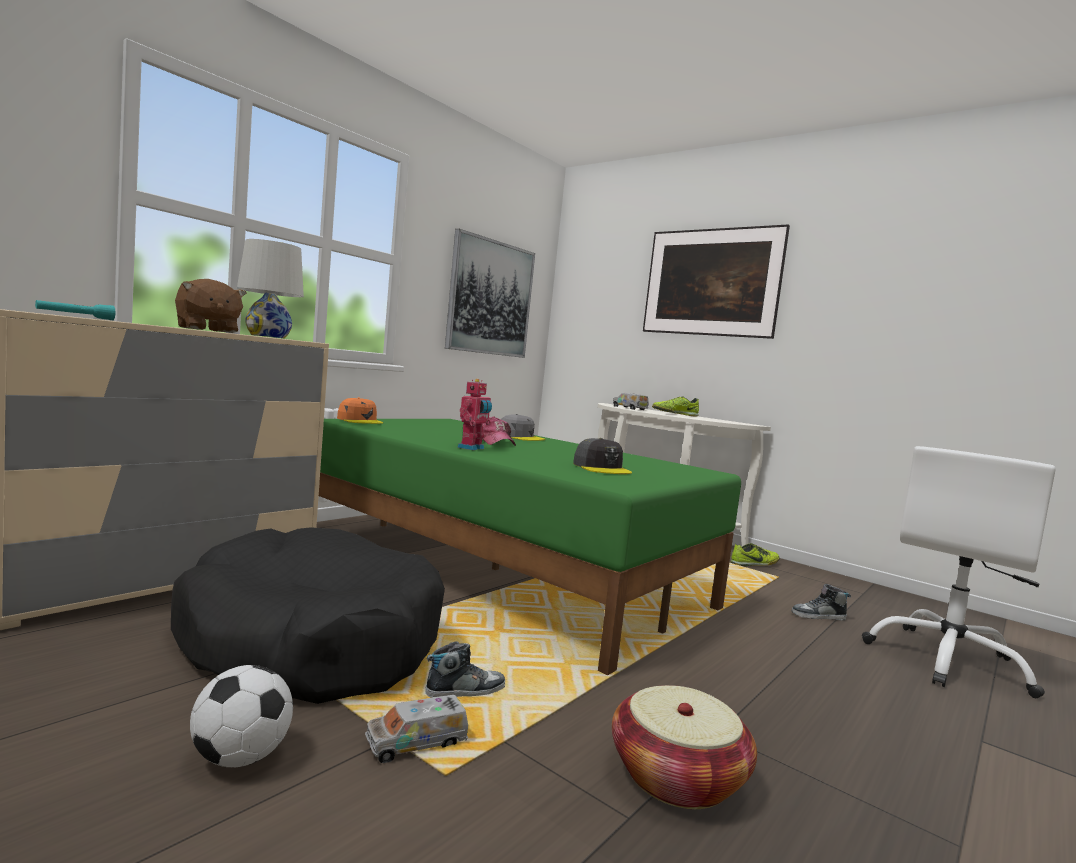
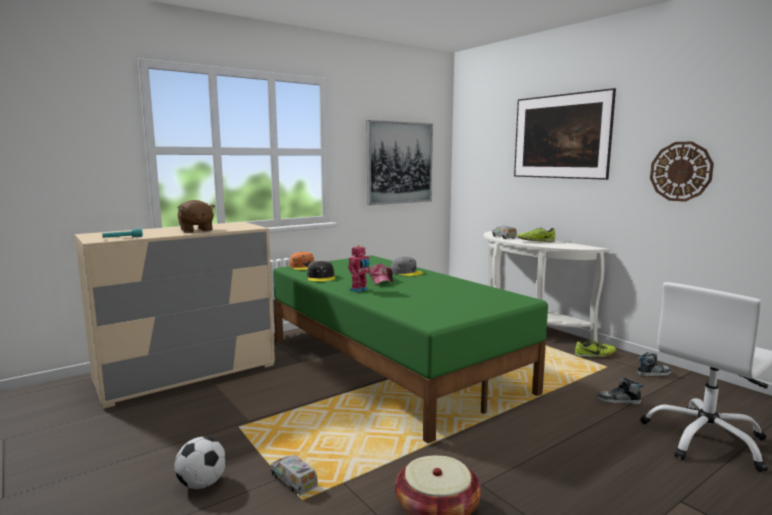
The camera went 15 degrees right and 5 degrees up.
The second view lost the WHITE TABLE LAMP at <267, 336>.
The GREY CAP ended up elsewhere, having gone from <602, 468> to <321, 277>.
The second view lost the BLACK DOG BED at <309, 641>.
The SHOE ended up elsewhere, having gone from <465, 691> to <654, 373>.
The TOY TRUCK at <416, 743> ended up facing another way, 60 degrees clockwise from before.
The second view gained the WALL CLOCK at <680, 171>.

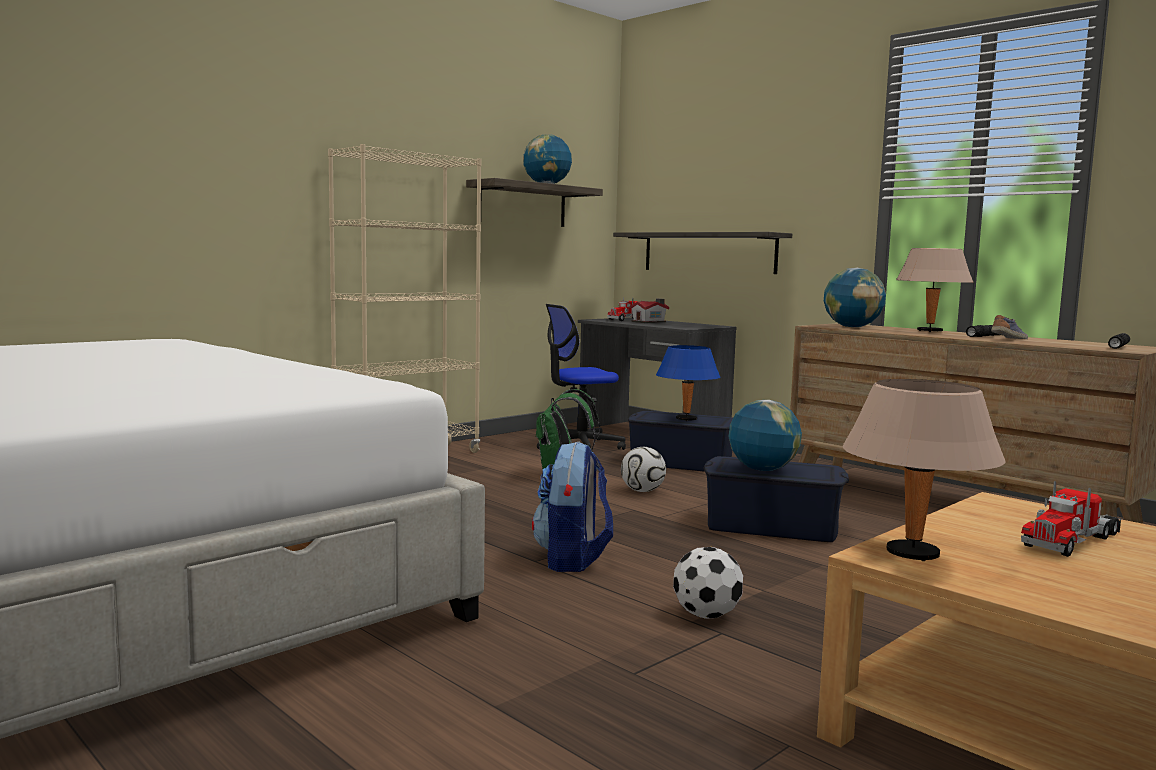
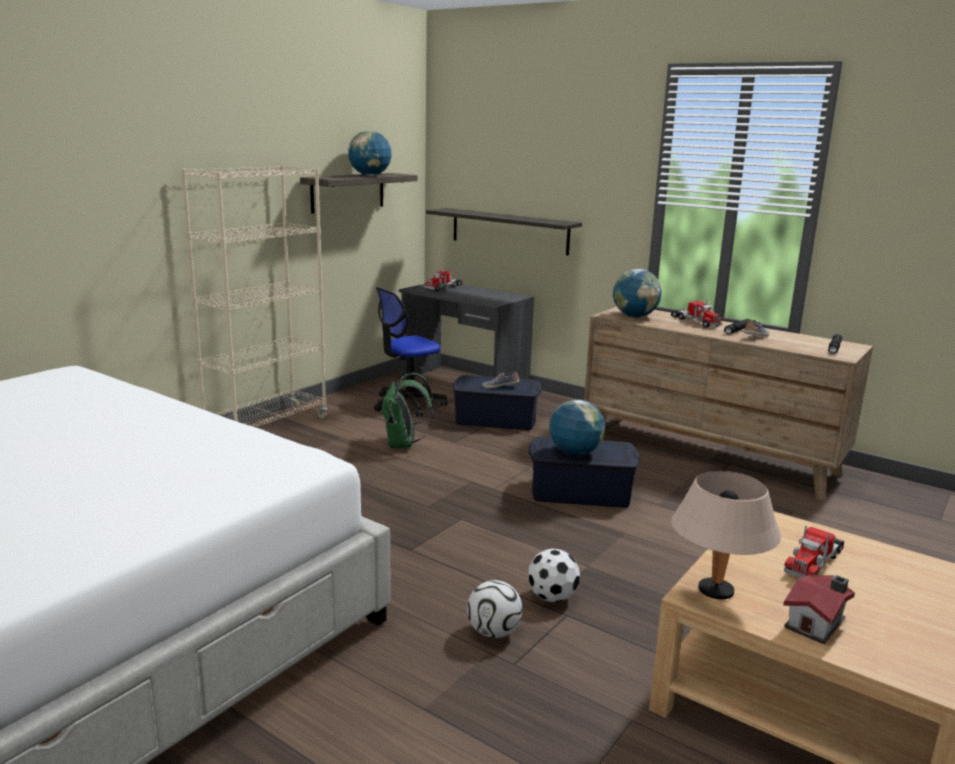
The camera went 10 degrees left and 10 degrees up.
Where the BEIGE TABLE LAMP stood at <930, 331>, the TOY TRUCK came to stand at <695, 322>.
The TOY HOUSE ended up elsewhere, having gone from <650, 322> to <817, 623>.
Where the BLUE TABLE LAMP stood at <686, 419>, the SHOE came to stand at <500, 386>.
The second view lost the BACKPACK at <573, 560>.
The FOOTBALL ended up elsewhere, having gone from <642, 491> to <493, 632>.

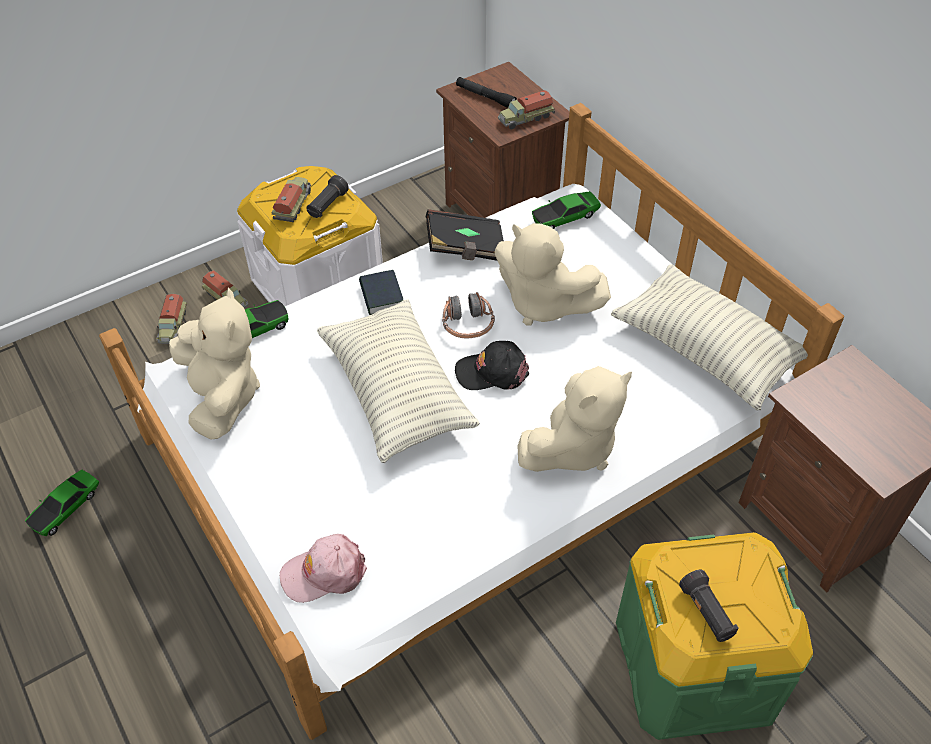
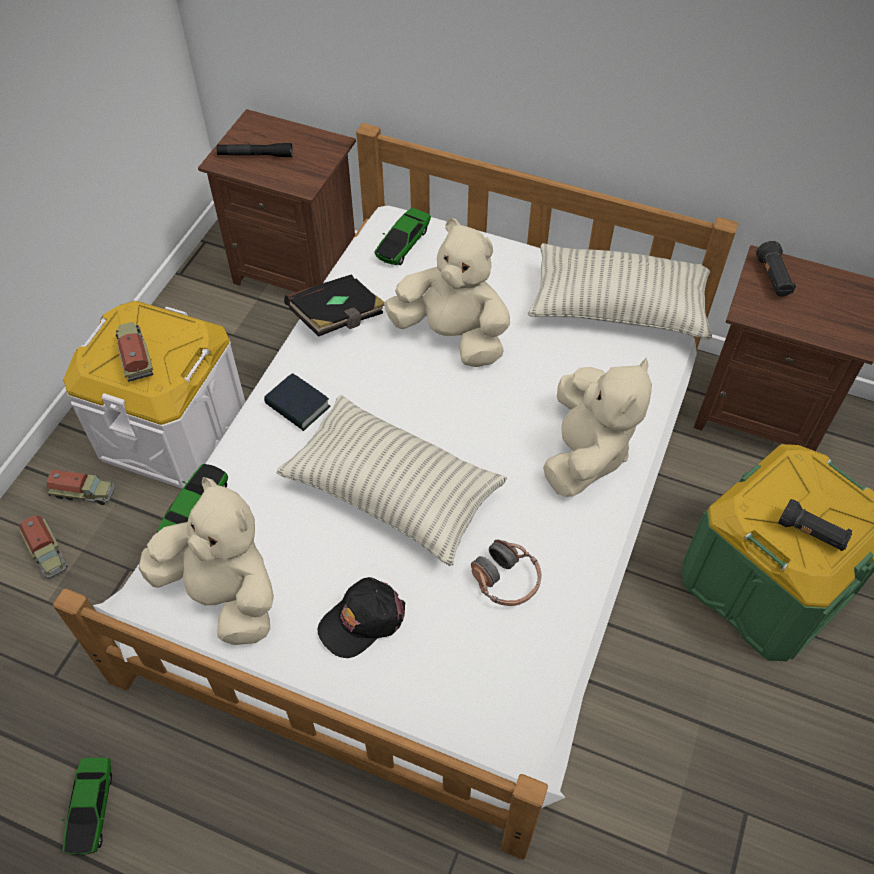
The camera went 35 degrees left and 5 degrees up.
The second view lost the TOY TRUCK at <525, 118>.
The BLACK FLASHLIGHT ended up elsewhere, having gone from <327, 205> to <773, 278>.
The BEIGE PLUSH TOY at <543, 304> ended up facing another way, 150 degrees counterclockwise from before.
The HEADPHONES ended up elsewhere, having gone from <467, 324> to <506, 580>.
The BLACK CAP ended up elsewhere, having gone from <492, 372> to <362, 620>.
The second view lost the PINK CAP at <324, 572>.

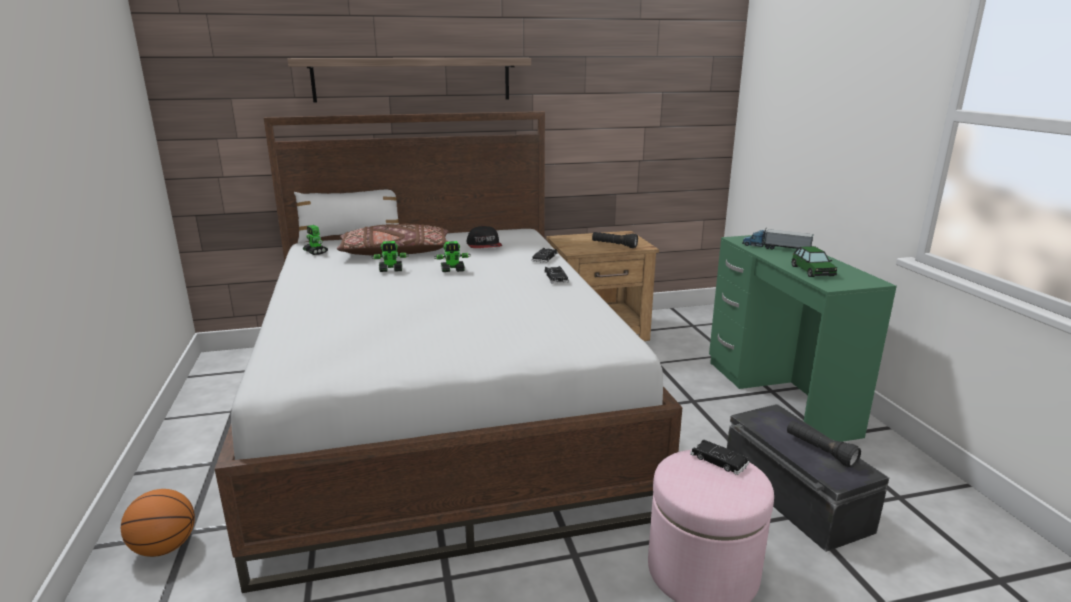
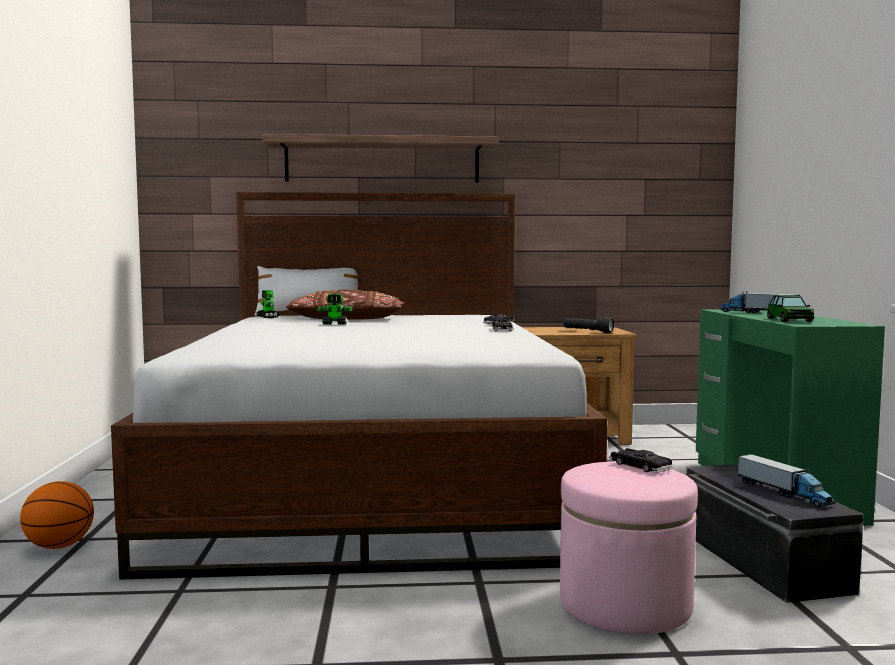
The camera went 10 degrees right and 15 degrees down.
The second view lost the CAP at <484, 246>.
The second view lost the TOY ROBOT at <453, 270>.
Where the BLACK FLASHLIGHT stood at <819, 451>, the TOY TRUCK came to stand at <783, 493>.

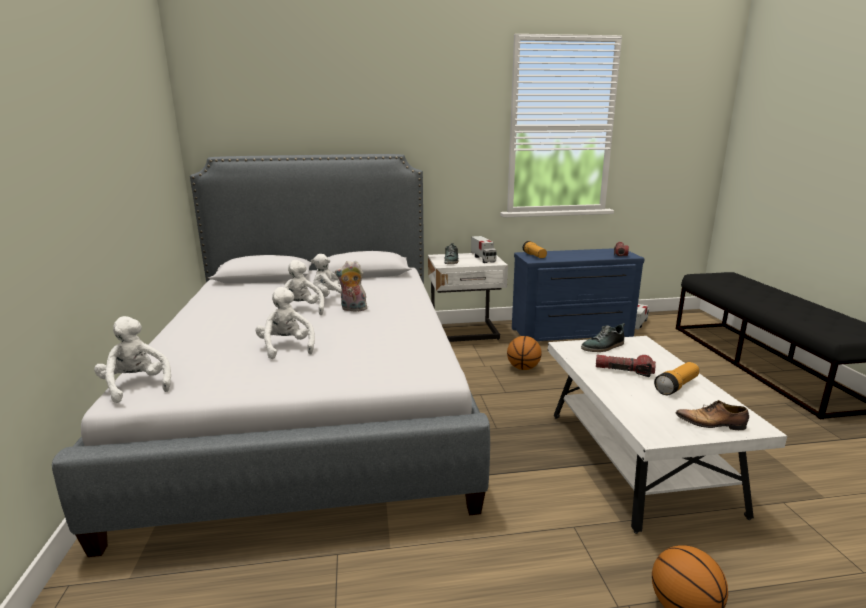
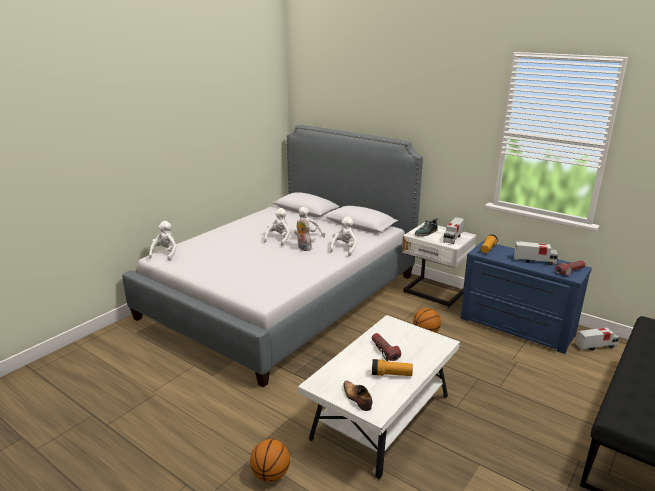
The camera went 45 degrees right and 5 degrees up.
The WHITE PLUSH TOY ended up elsewhere, having gone from <286, 347> to <344, 249>.
The second view lost the SHOE at <603, 347>.
The second view gained the TOY TRUCK at <534, 261>.

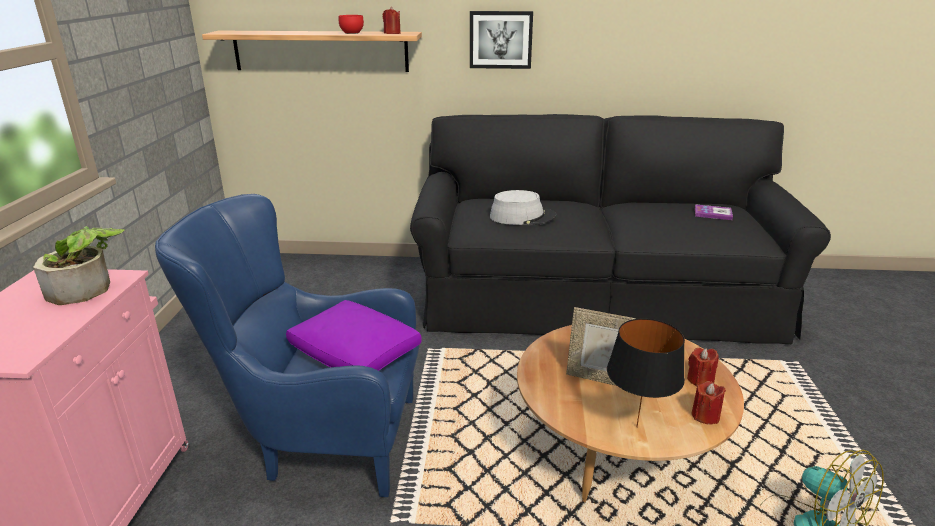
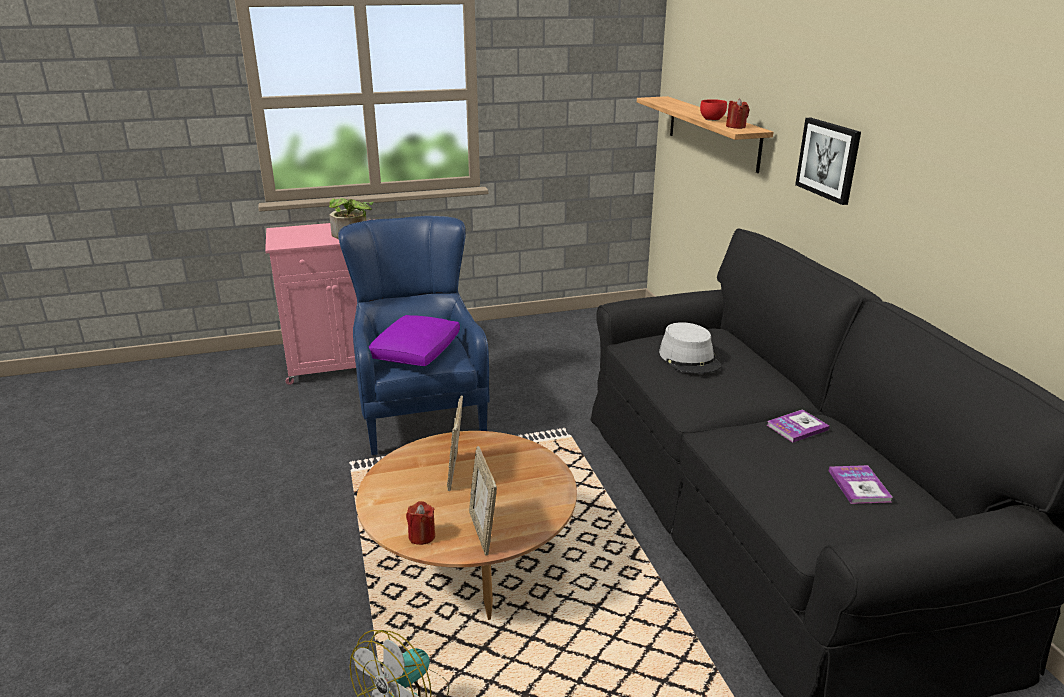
The camera went 70 degrees right and 0 degrees up.
The second view lost the BLACK TABLE LAMP at <636, 426>.
Where the RED CANDLE stood at <700, 379>, the PICTURE FRAME came to stand at <483, 532>.
The second view gained the BOOK at <797, 427>.

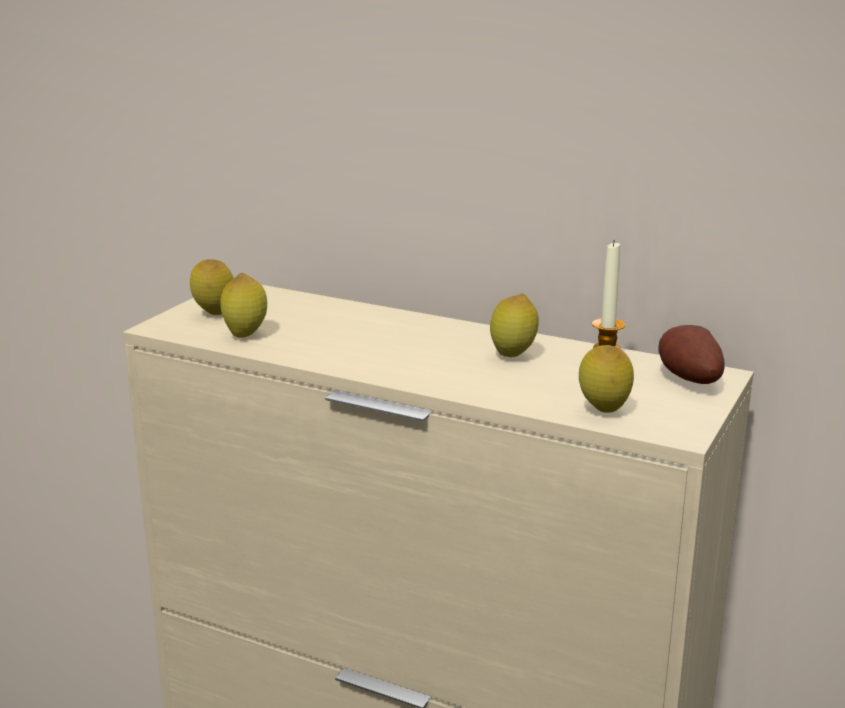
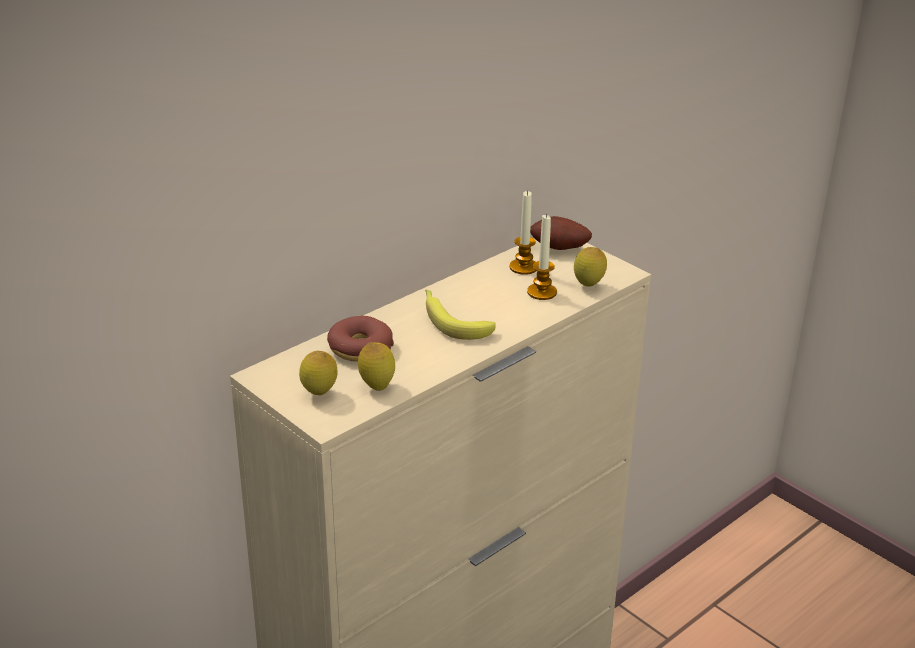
The camera went 70 degrees left and 10 degrees up.
The second view lost the LEMON at <513, 357>.
The second view gained the CANDLE at <542, 292>.
The second view gained the BANANA at <452, 320>.
The second view gained the DONUT at <360, 348>.

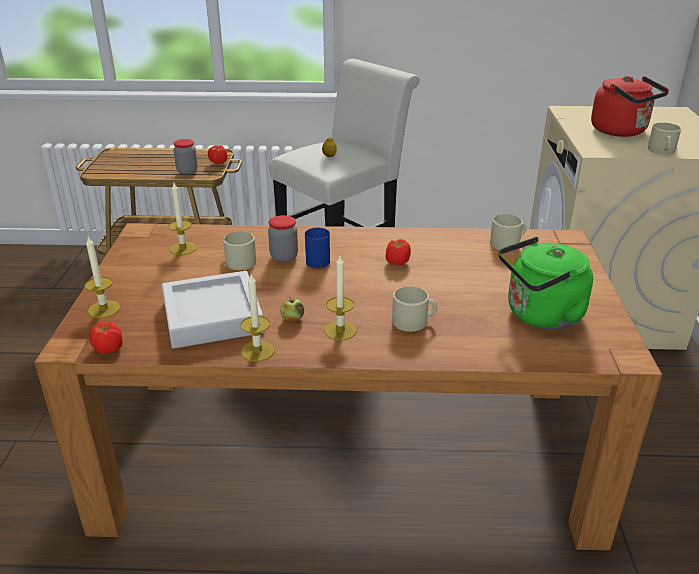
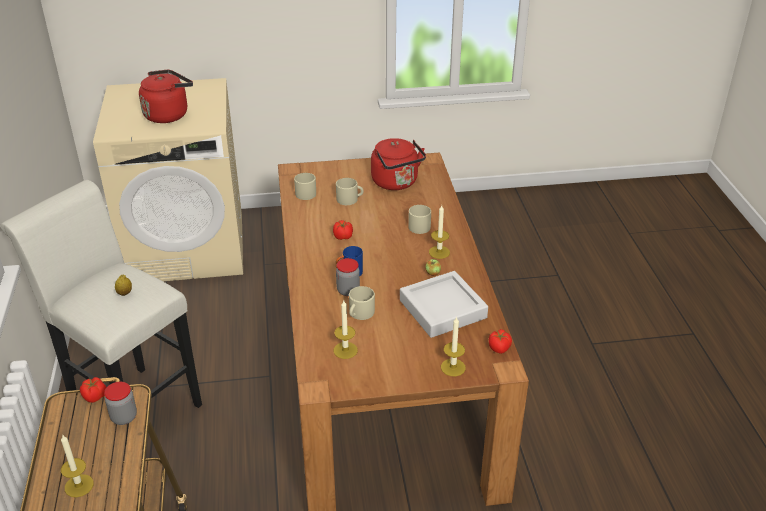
The camera went 100 degrees left and 5 degrees up.
The BEIGE MUG ended up elsewhere, having gone from <662, 151> to <350, 199>.
What was the GREEN KETTLE at <540, 315> turned into the RED KETTLE at <396, 183>.
The CANDLE ended up elsewhere, having gone from <257, 351> to <79, 485>.

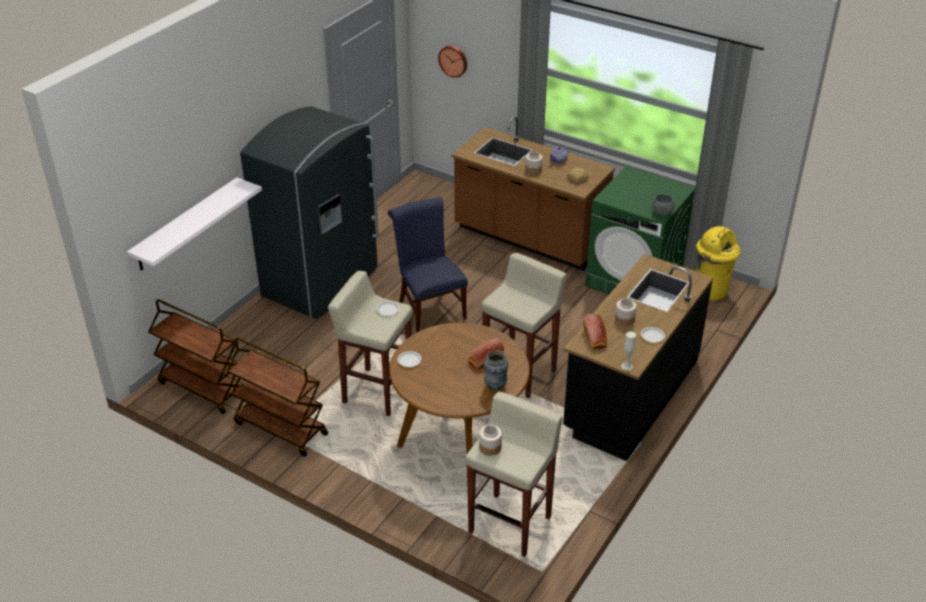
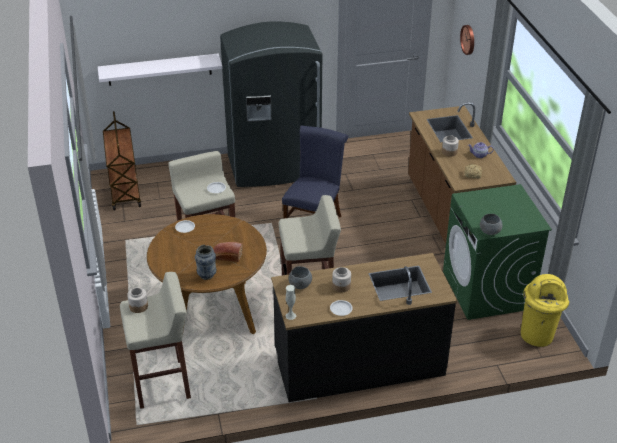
The camera went 45 degrees right and 0 degrees up.
Where the BREAD stood at <595, 339>, the GREY BOWL came to stand at <300, 285>.
The second view lost the BROWN CART at <280, 428>.

